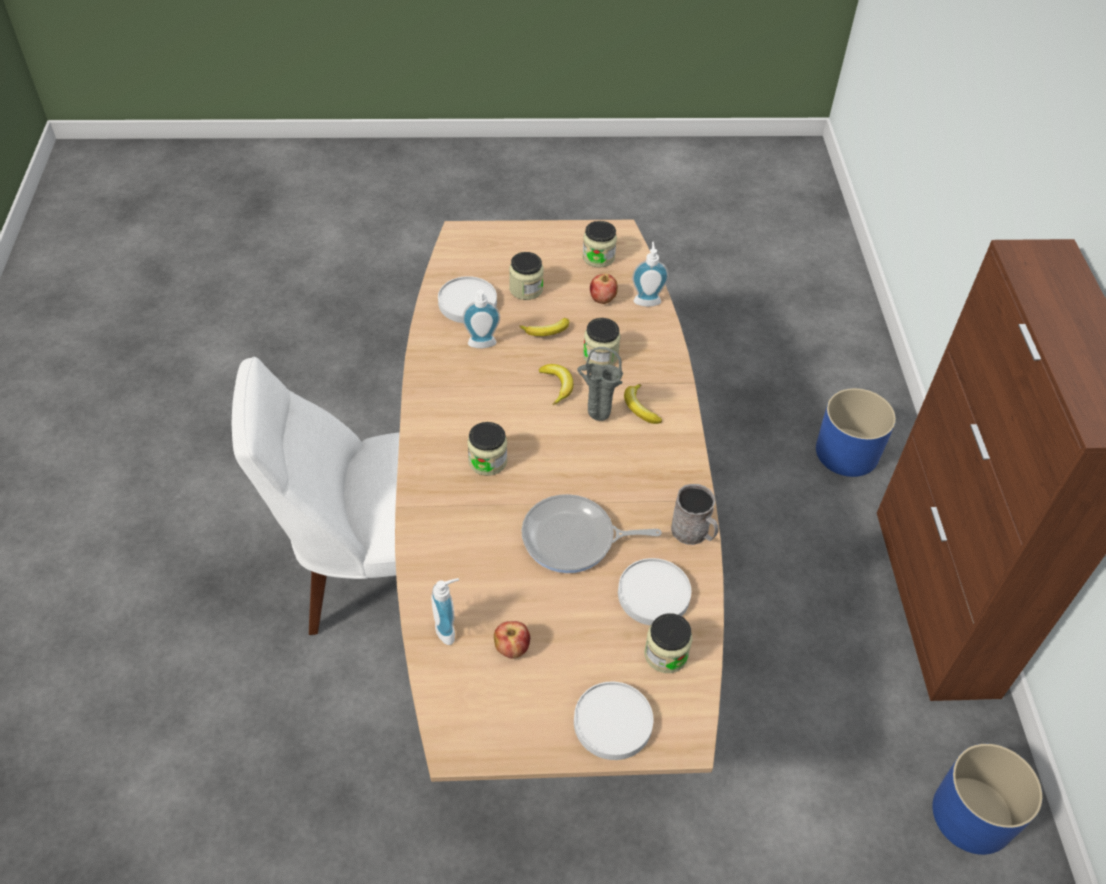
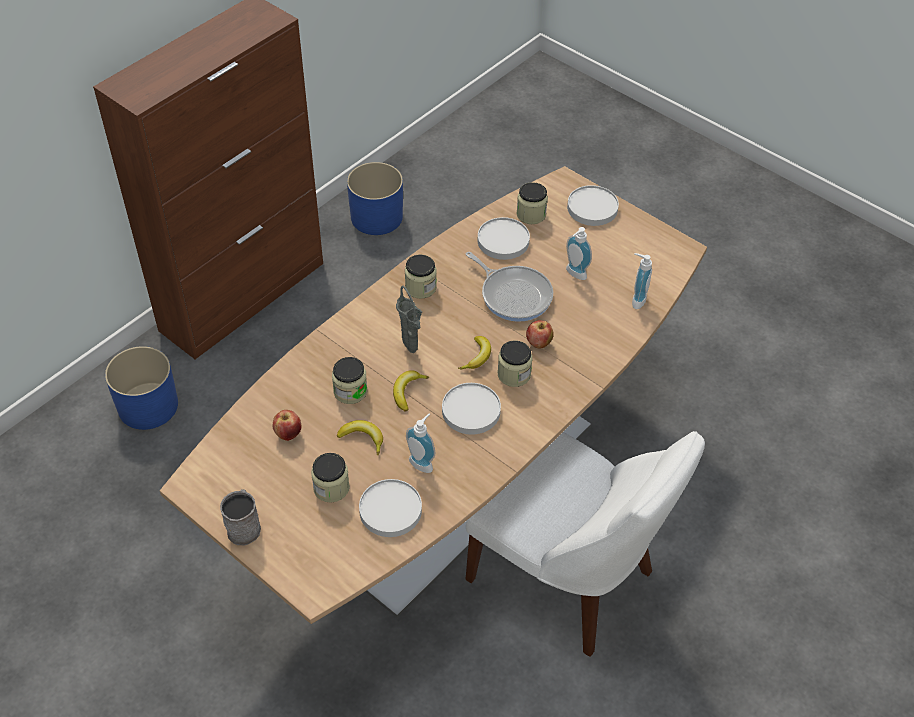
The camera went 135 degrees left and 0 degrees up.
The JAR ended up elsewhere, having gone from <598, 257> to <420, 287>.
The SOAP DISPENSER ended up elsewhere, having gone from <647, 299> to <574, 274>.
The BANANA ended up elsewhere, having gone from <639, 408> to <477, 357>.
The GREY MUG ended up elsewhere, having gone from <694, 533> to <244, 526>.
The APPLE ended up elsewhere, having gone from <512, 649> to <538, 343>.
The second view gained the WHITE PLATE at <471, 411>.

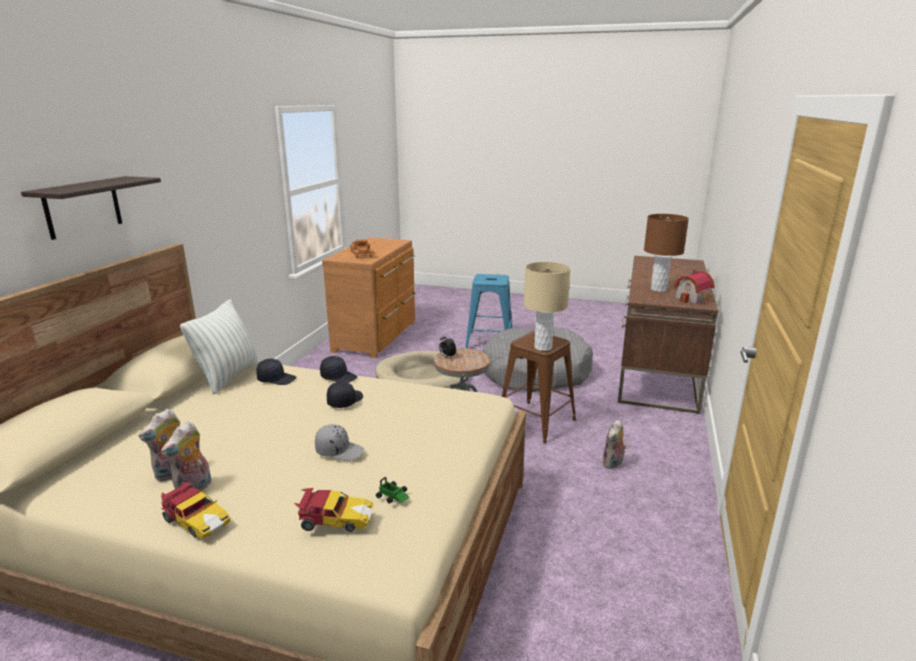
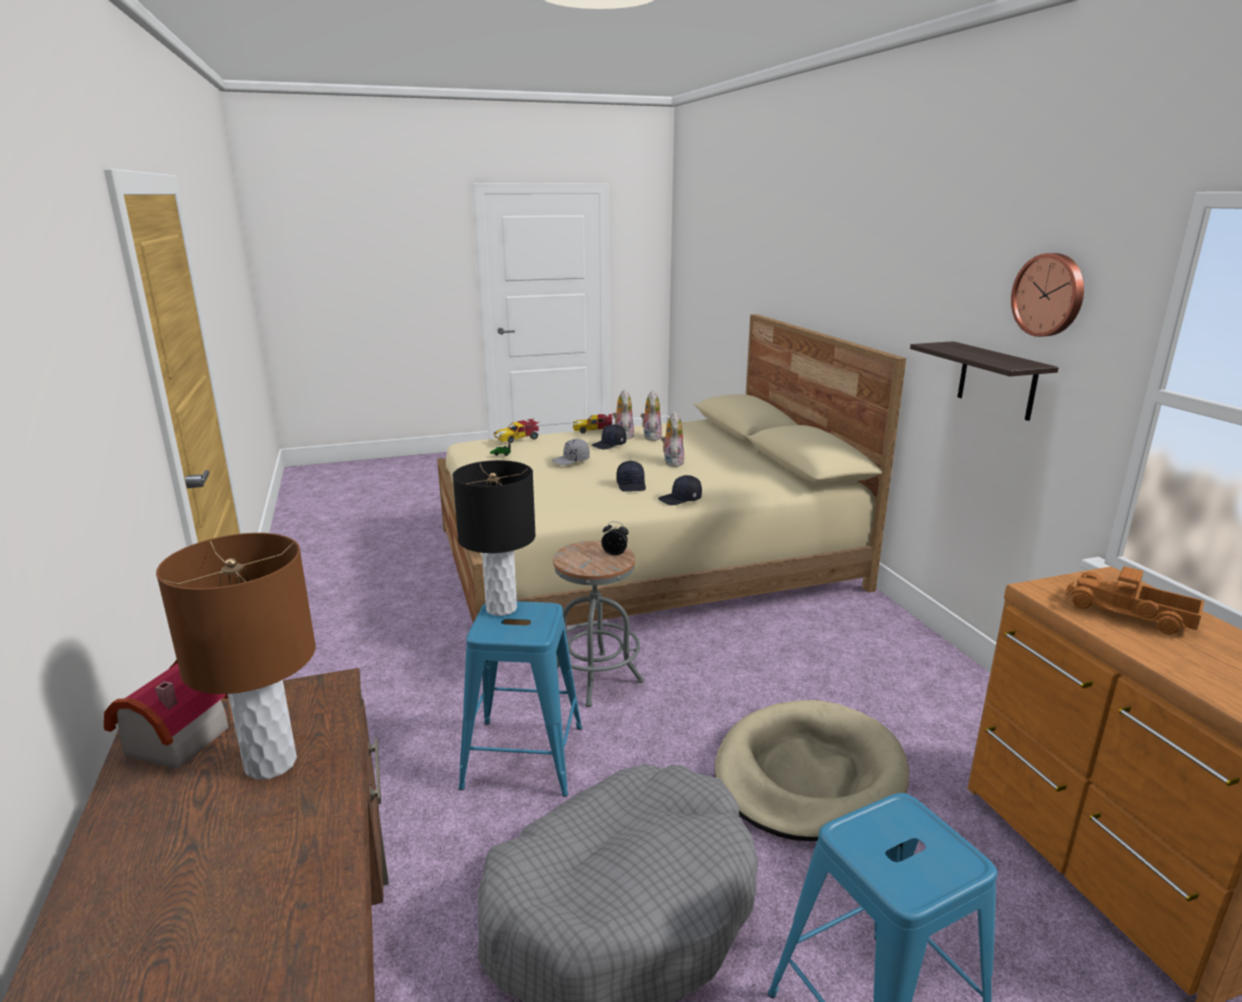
The camera went 145 degrees right and 0 degrees up.
The SHELF ended up elsewhere, having gone from <83, 207> to <997, 381>.
What was the BEIGE TABLE LAMP at <542, 347> turned into the BLACK TABLE LAMP at <502, 608>.
The second view lost the PILLOW at <228, 376>.
What was the BROWN STOOL at <535, 421> turned into the BLUE STOOL at <524, 756>.
The BLACK CAP ended up elsewhere, having gone from <276, 379> to <609, 445>.
The PLUSH TOY ended up elsewhere, having gone from <613, 464> to <672, 462>.
The second view gained the WALL CLOCK at <1049, 295>.

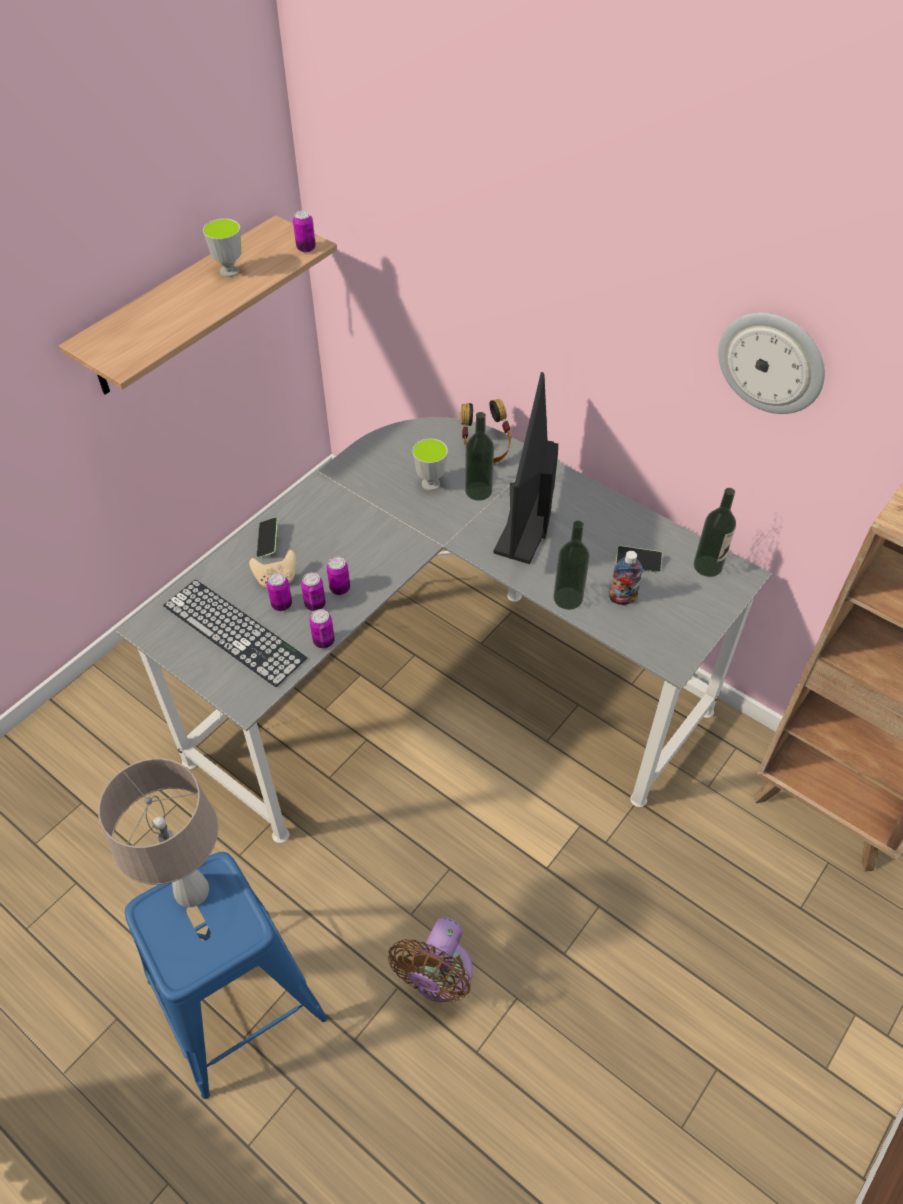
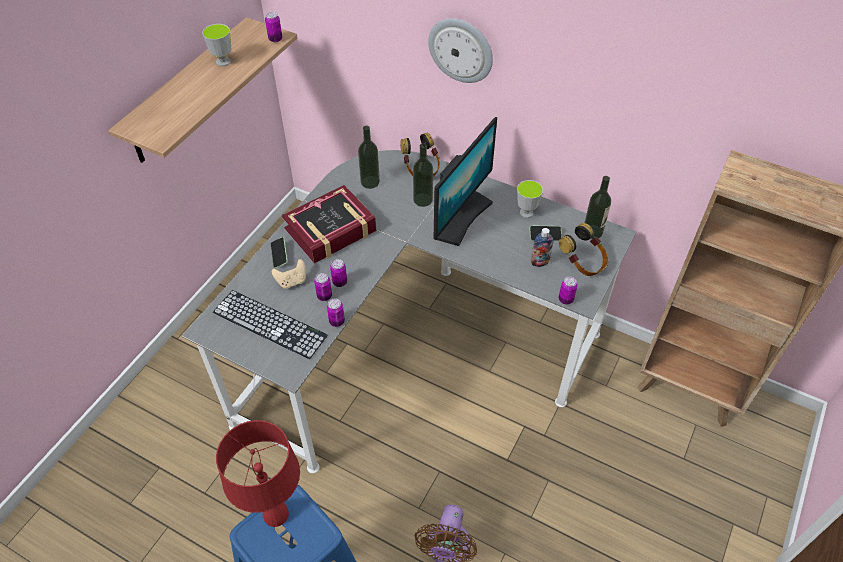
The camera went 10 degrees left and 0 degrees up.
The WALL CLOCK ended up elsewhere, having gone from <772, 362> to <461, 50>.
The MONITOR at <525, 522> ended up facing another way, 150 degrees counterclockwise from before.
The CUP ended up elsewhere, having gone from <430, 484> to <526, 213>.
The BOTTLE ended up elsewhere, having gone from <568, 598> to <370, 182>.
The CAN ended up elsewhere, having gone from <282, 604> to <565, 299>.
What was the BEIGE TABLE LAMP at <191, 891> turned into the RED TABLE LAMP at <275, 514>.
The second view gained the BOOK at <331, 230>.
The second view gained the HEADPHONES at <583, 263>.

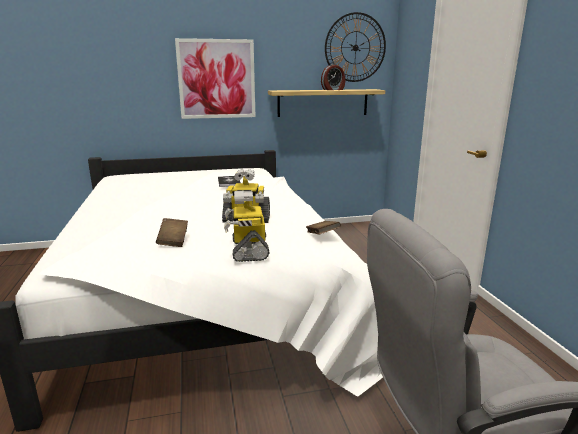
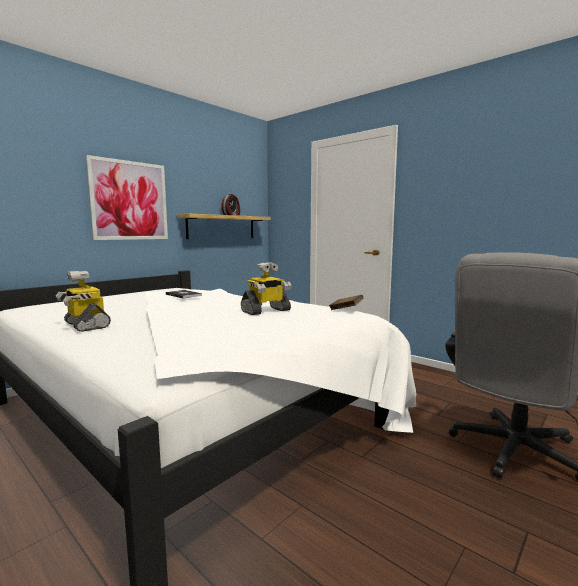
The camera went 35 degrees left and 10 degrees down.
The second view lost the WALL CLOCK at <355, 48>.
The TOY ROBOT ended up elsewhere, having gone from <248, 250> to <85, 325>.
The second view lost the BROWN BOOK at <173, 241>.

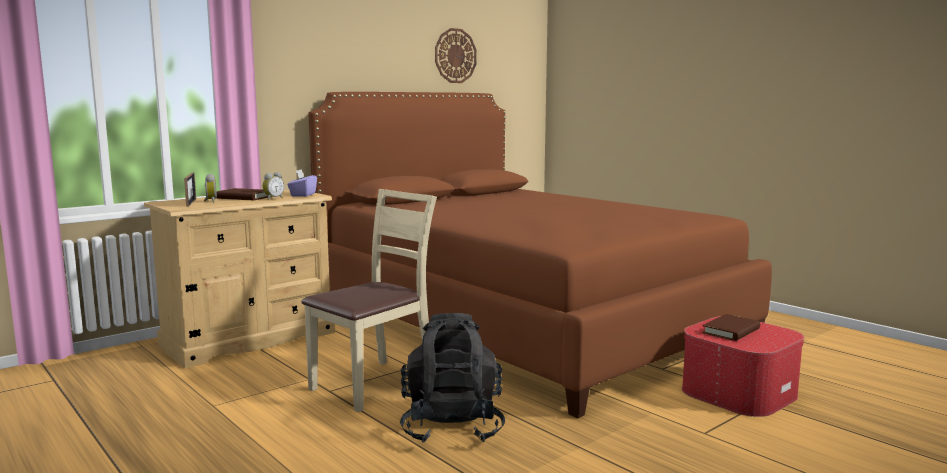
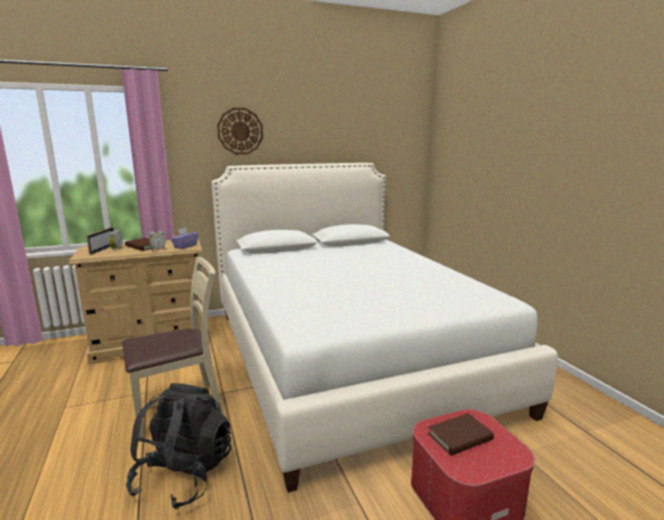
The camera went 20 degrees right and 5 degrees up.
The WALL CLOCK ended up elsewhere, having gone from <455, 56> to <240, 131>.
What was the BROWN BED at <524, 321> turned into the WHITE BED at <349, 356>.

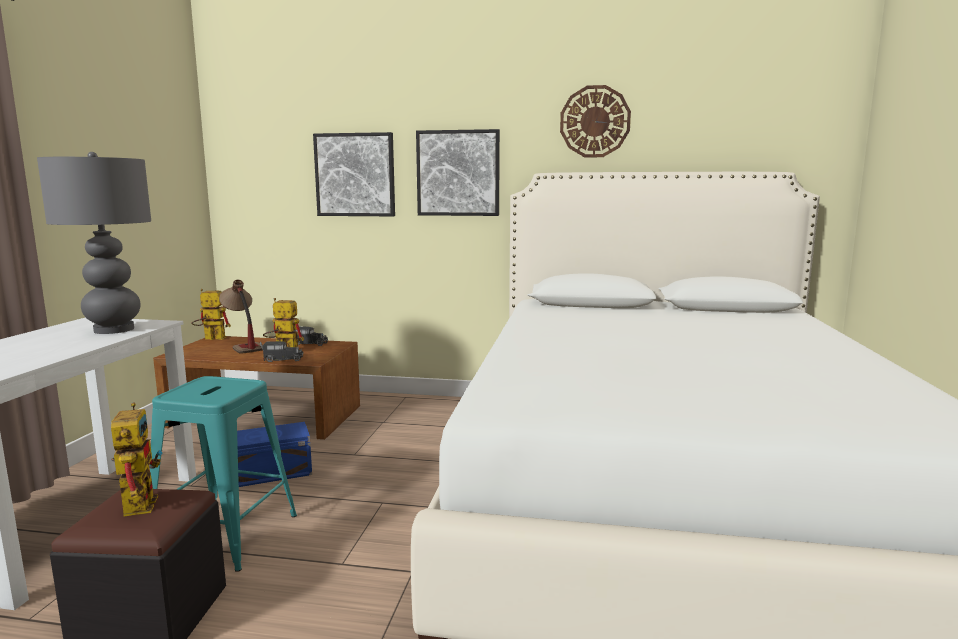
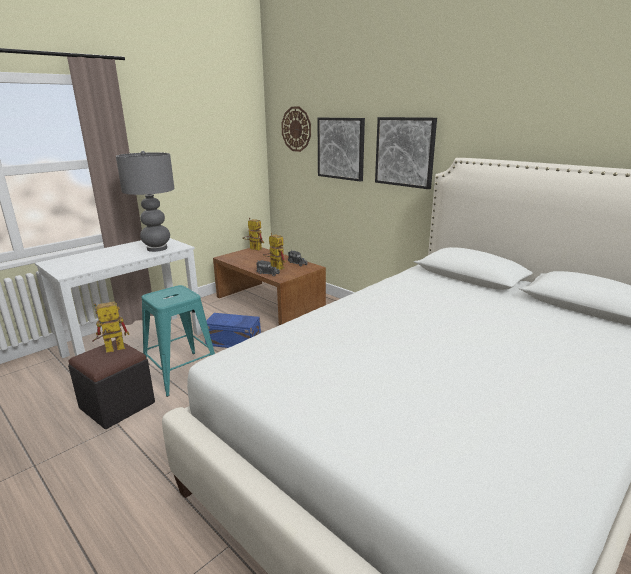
The camera went 35 degrees right and 10 degrees up.
The WALL CLOCK ended up elsewhere, having gone from <595, 121> to <296, 129>.
The second view lost the TABLE LAMP at <243, 346>.
The TOY ROBOT at <138, 502> ended up facing another way, 135 degrees counterclockwise from before.

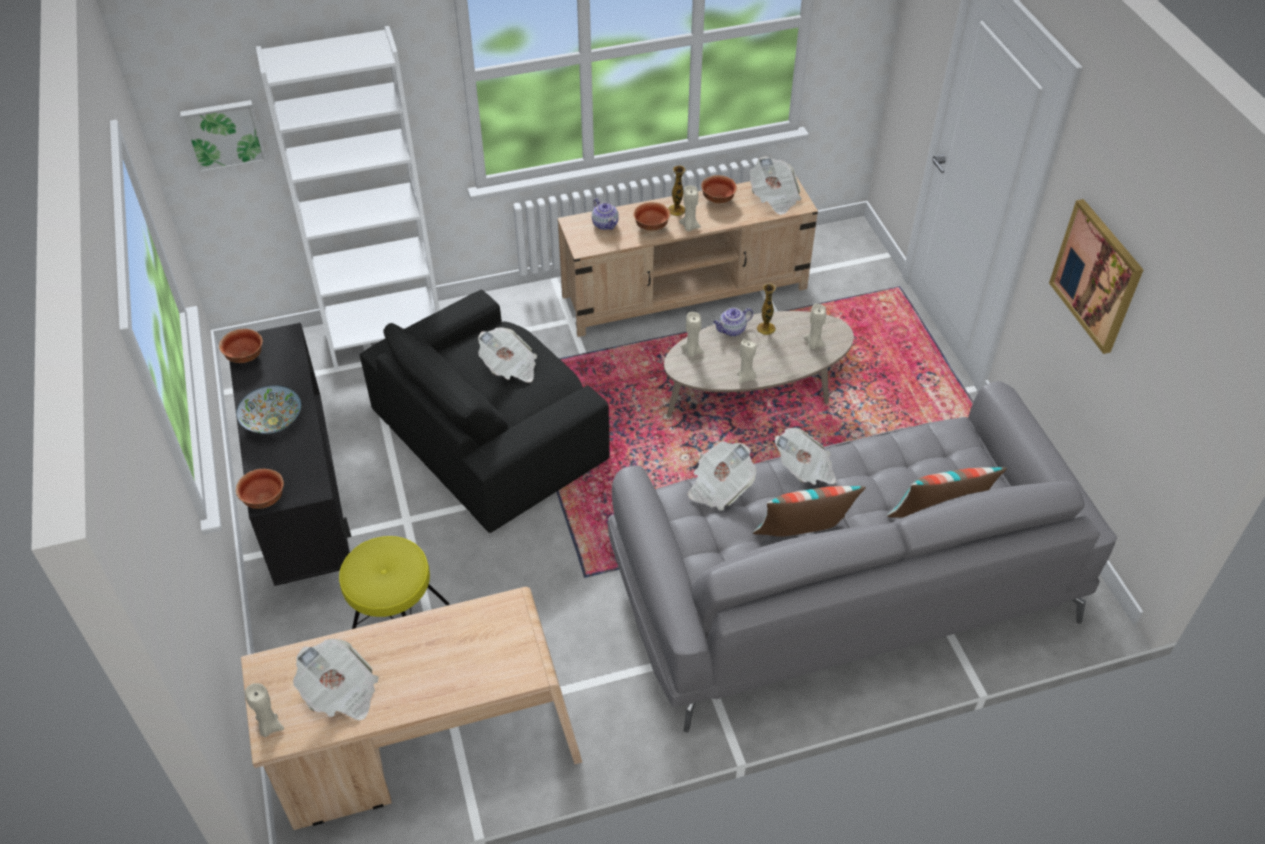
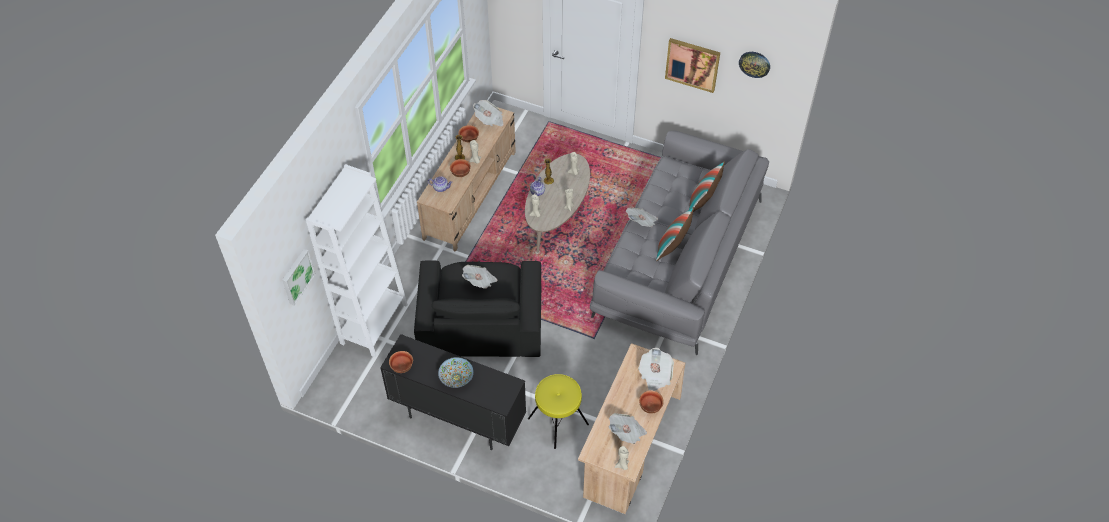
The camera went 50 degrees left and 5 degrees up.
The NEWSPAPER ended up elsewhere, having gone from <719, 487> to <655, 375>.
The BOWL ended up elsewhere, having gone from <264, 498> to <650, 406>.
The second view gained the WALL CLOCK at <754, 64>.

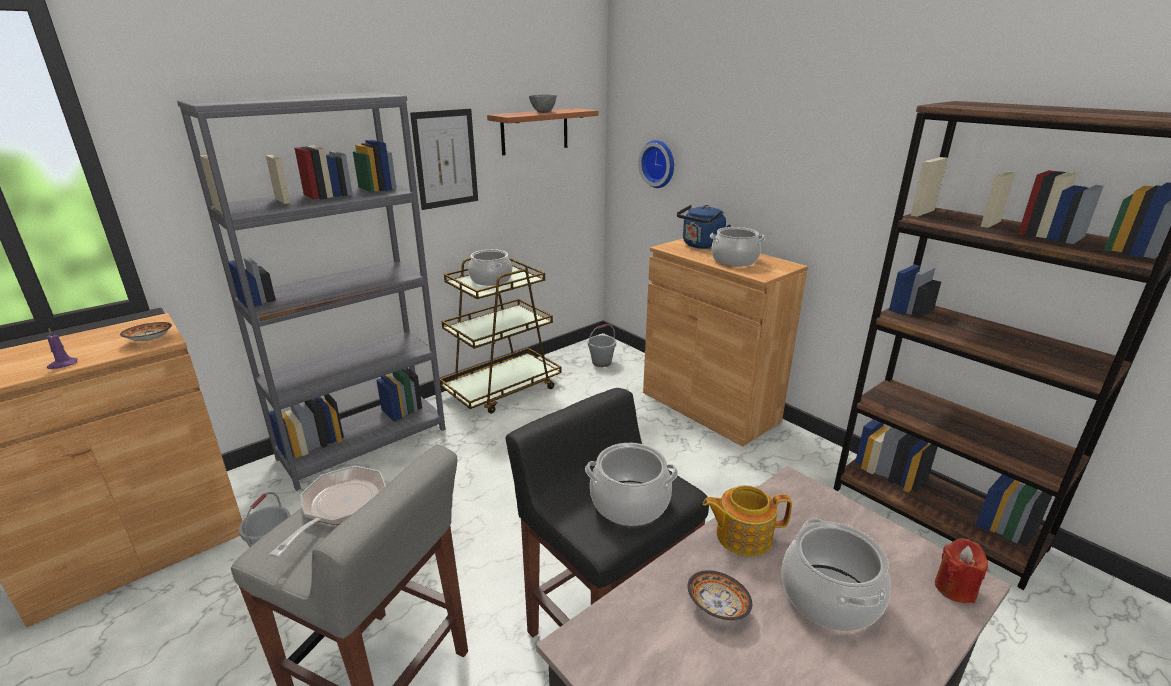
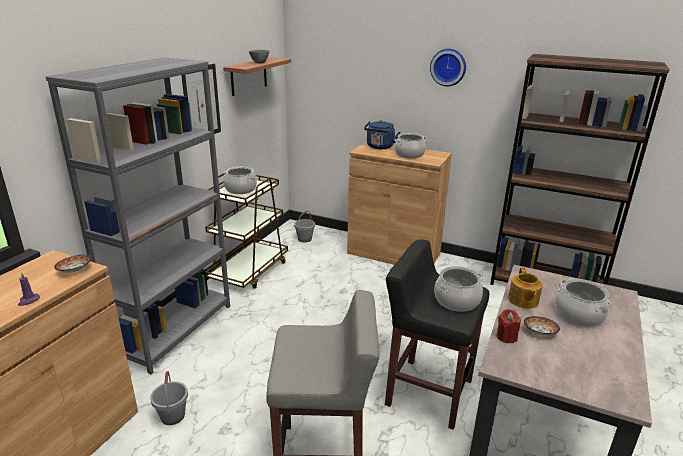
The camera went 25 degrees left and 0 degrees up.
The WALL CLOCK ended up elsewhere, having gone from <659, 163> to <448, 67>.
The second view lost the FRYING PAN at <340, 507>.
The TEAPOT at <742, 536> ended up facing another way, 60 degrees counterclockwise from before.
The RED CANDLE ended up elsewhere, having gone from <955, 588> to <506, 337>.

